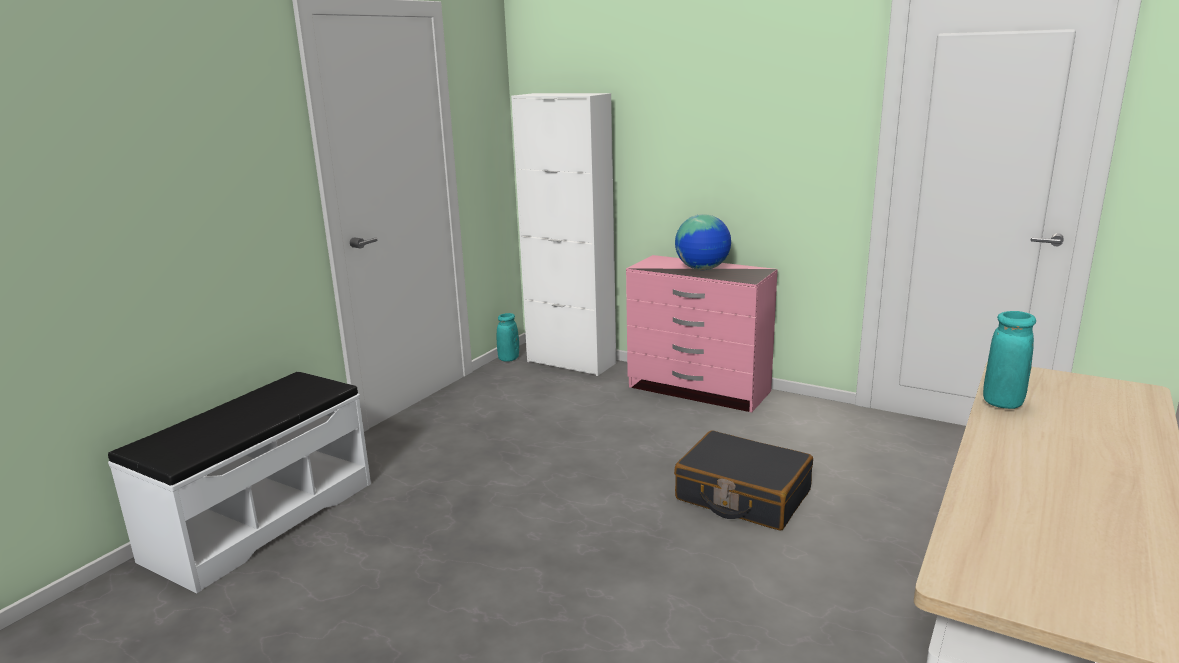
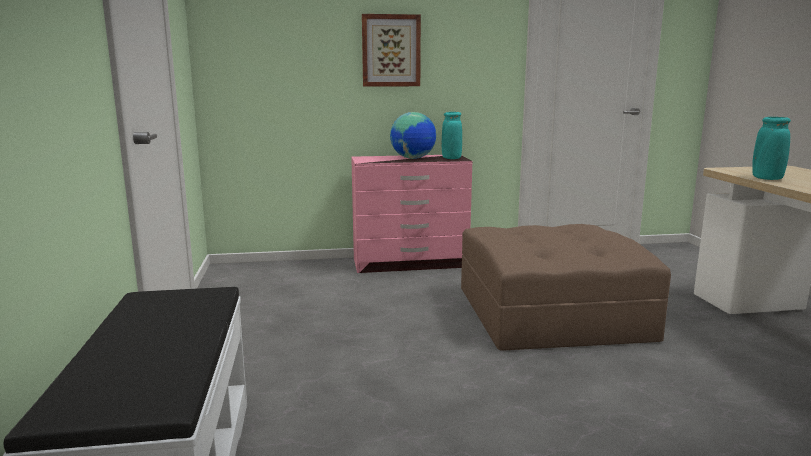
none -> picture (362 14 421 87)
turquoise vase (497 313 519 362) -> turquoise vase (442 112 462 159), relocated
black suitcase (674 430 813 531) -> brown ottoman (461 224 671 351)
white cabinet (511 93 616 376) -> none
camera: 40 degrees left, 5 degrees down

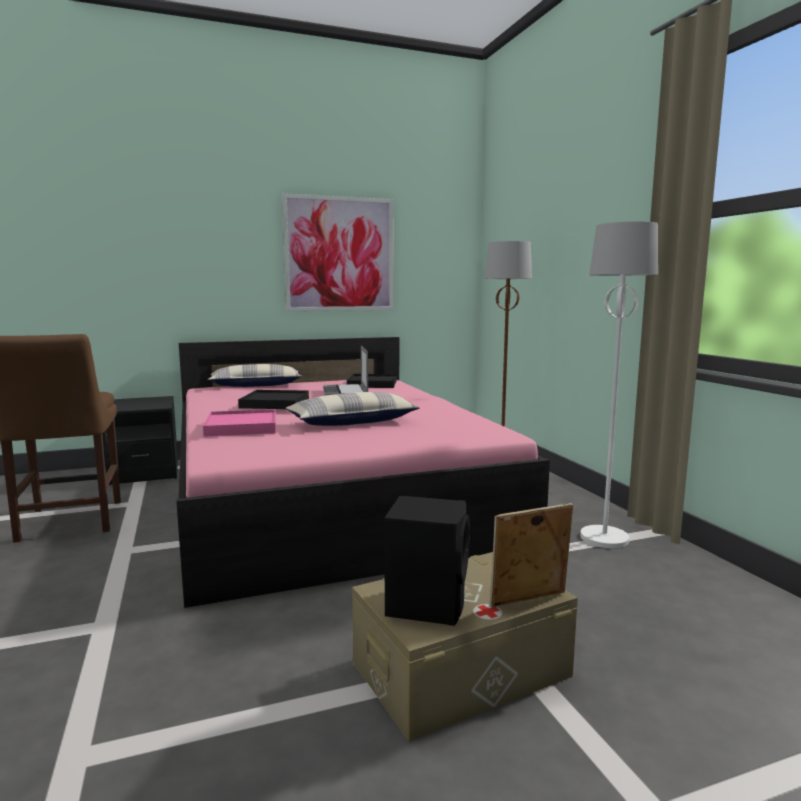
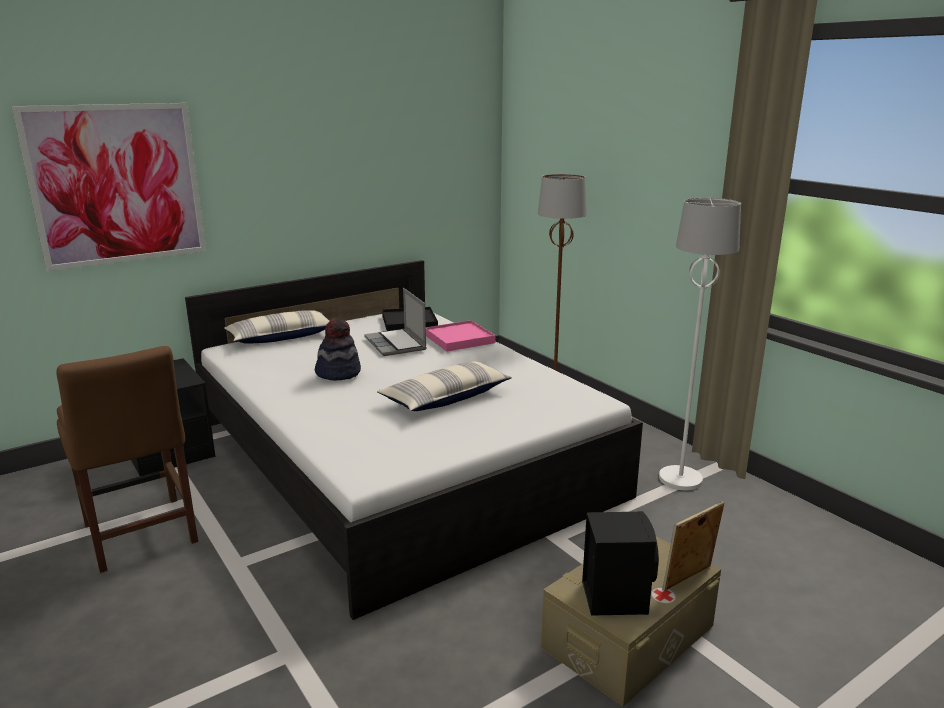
picture (282 193 393 311) -> picture (12 103 206 271), relocated
pink bed (176 337 550 608) -> white bed (185 260 643 620)
black tray (238 390 309 409) -> hat (315 318 361 380)
pink tray (203 409 276 437) -> pink tray (426 320 496 352), relocated
camera: 15 degrees left, 10 degrees up

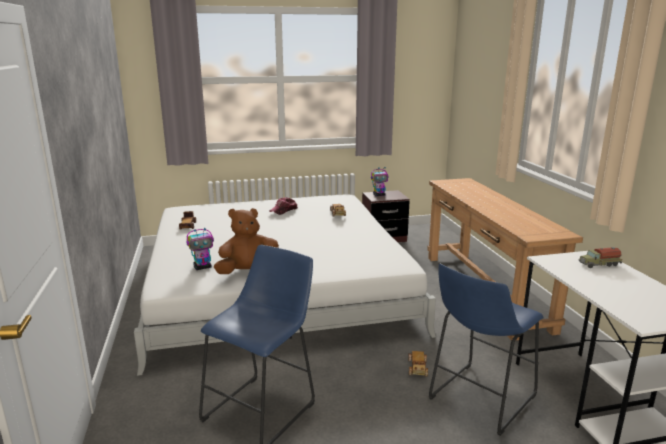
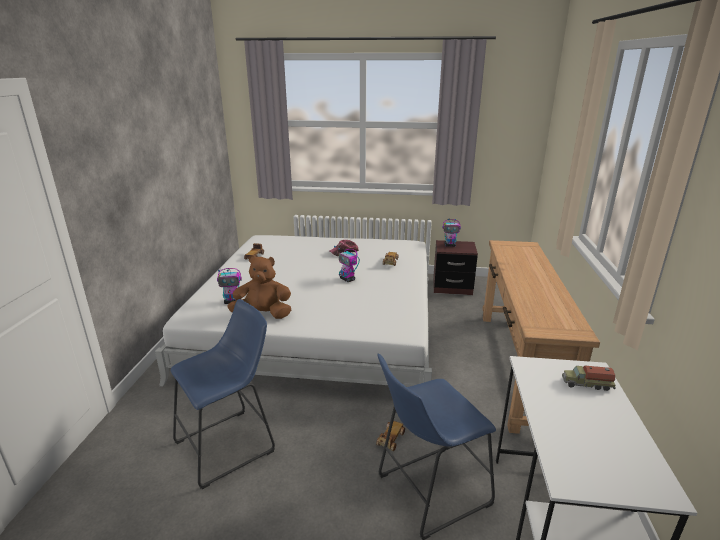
none -> toy robot (334 246 360 282)
camera: 20 degrees right, 5 degrees up

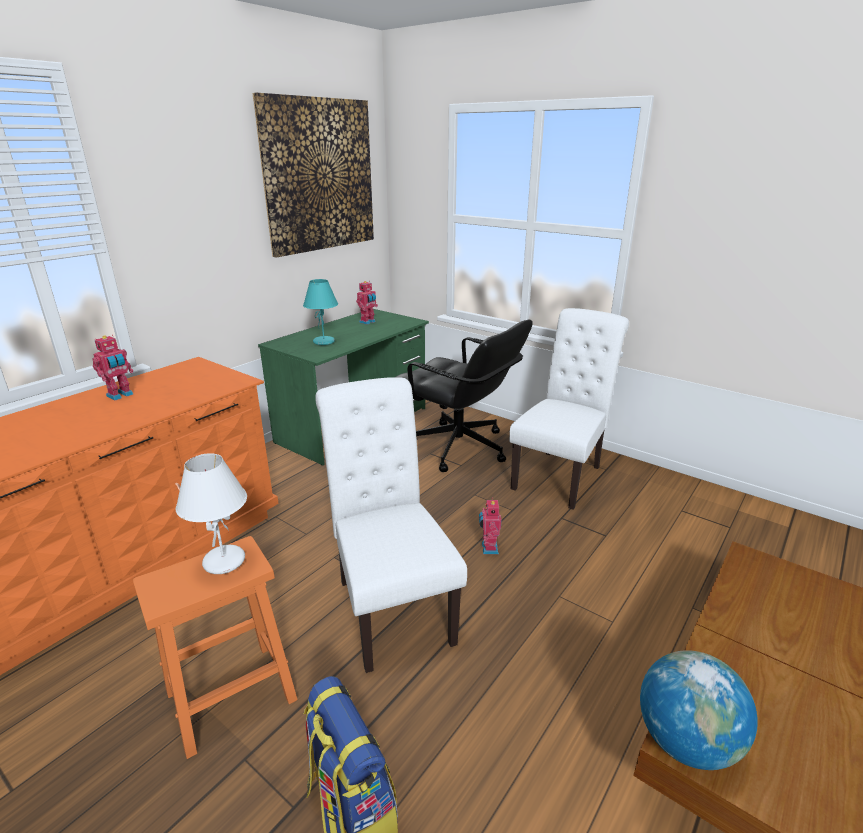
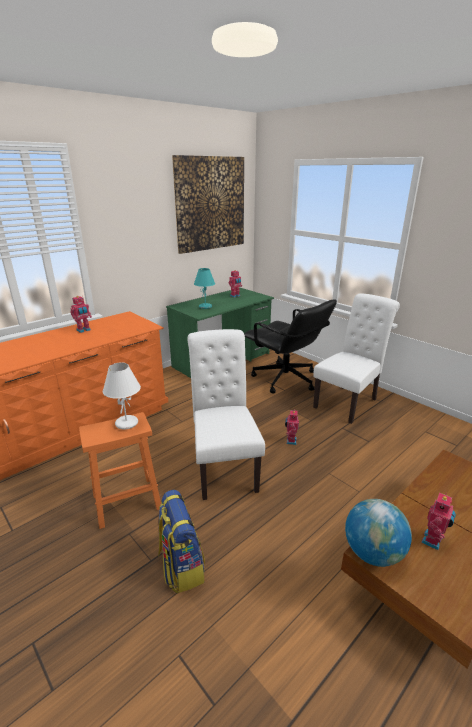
none -> toy robot (421 493 456 550)
camera: 10 degrees right, 0 degrees up

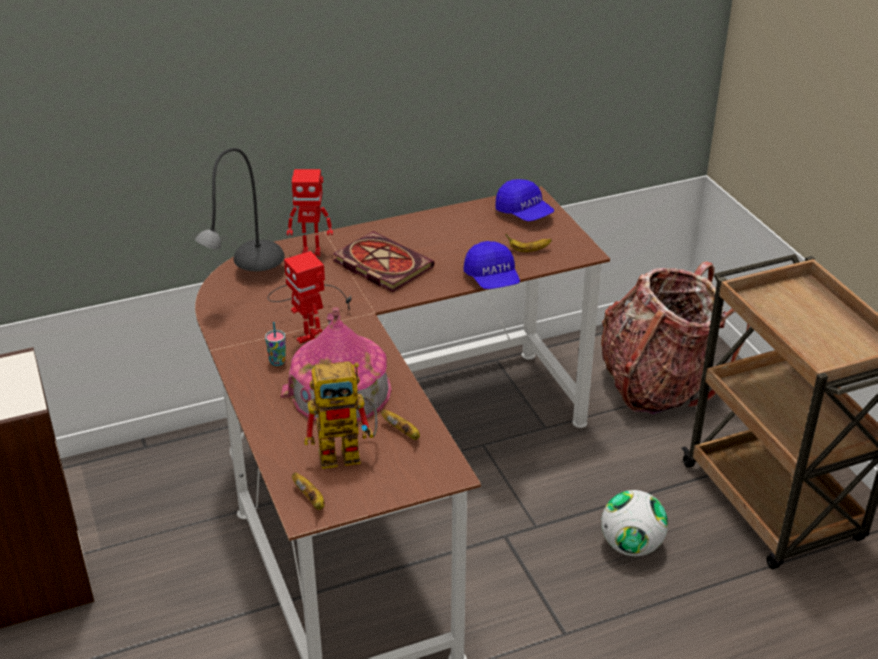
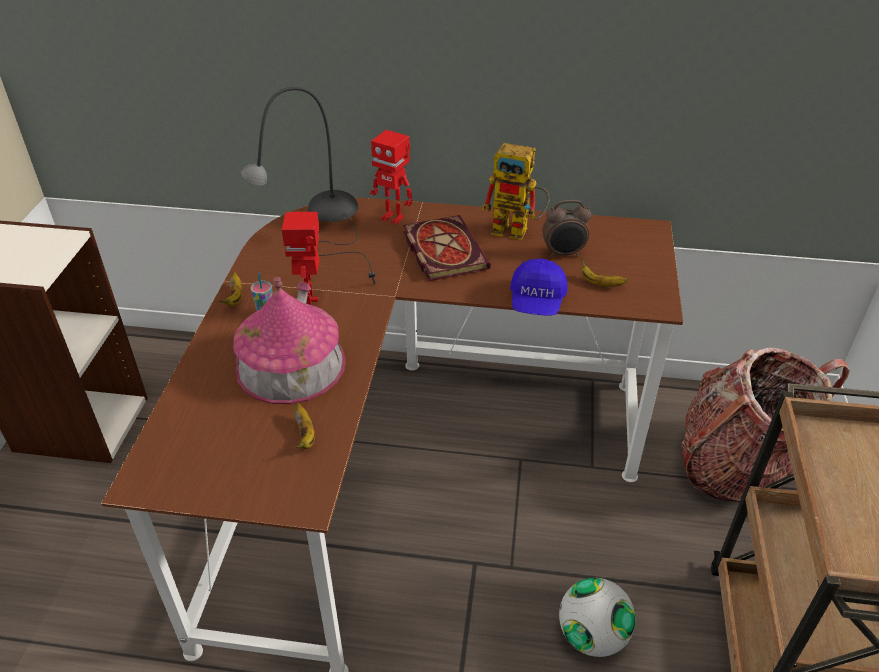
banana (292 473 325 510) -> banana (219 272 242 306), relocated
toy robot (304 361 378 469) -> toy robot (482 143 549 240), relocated
none -> alarm clock (542 200 591 257)
blue cap (495 179 554 221) -> none
camera: 30 degrees right, 5 degrees up

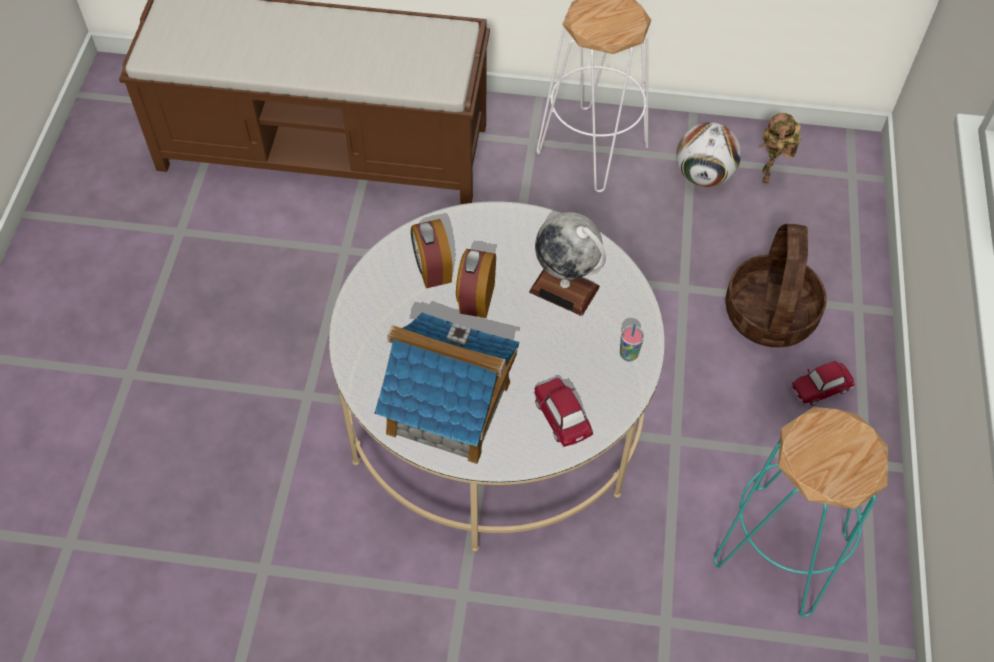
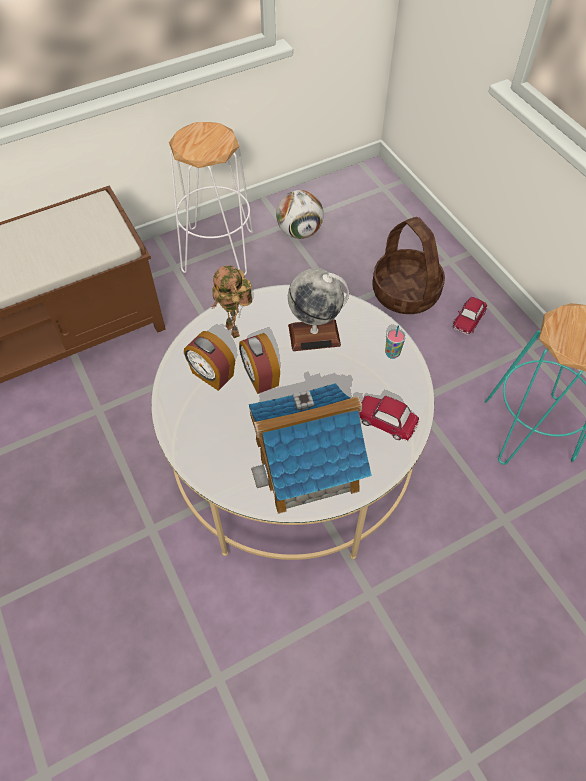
toy robot (758 113 801 184) -> toy robot (212 265 252 338), relocated
camera: 35 degrees left, 0 degrees up

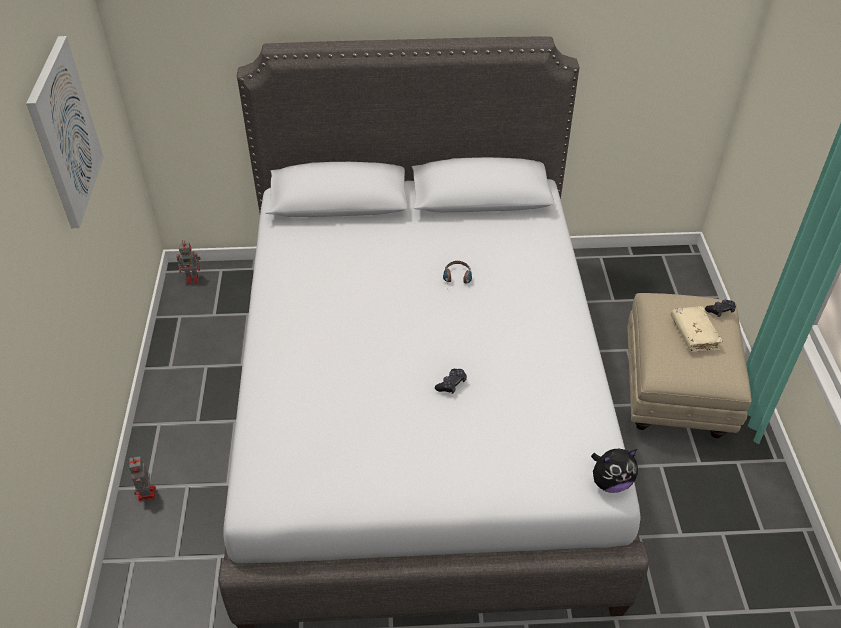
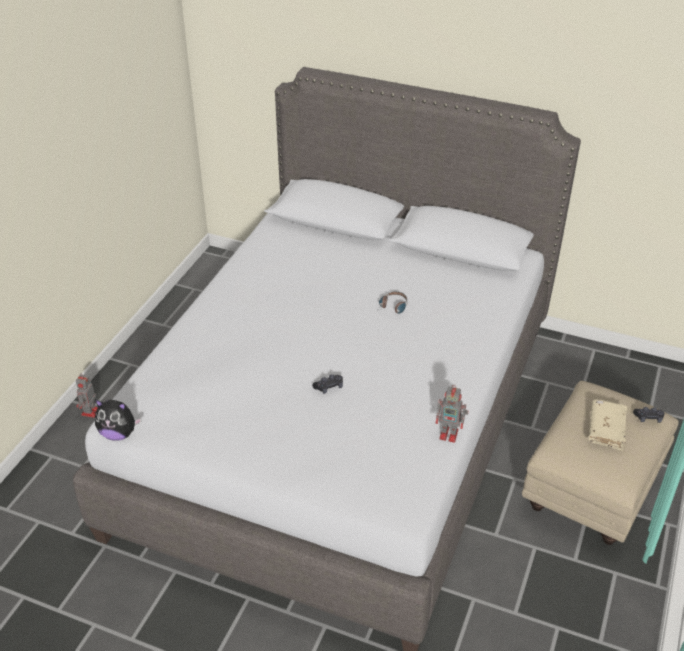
plush toy (591 449 638 493) -> plush toy (95 399 141 441), relocated
toy robot (176 240 201 284) -> toy robot (436 386 468 443), relocated
picture (26 36 104 228) -> none
camera: 25 degrees right, 5 degrees down

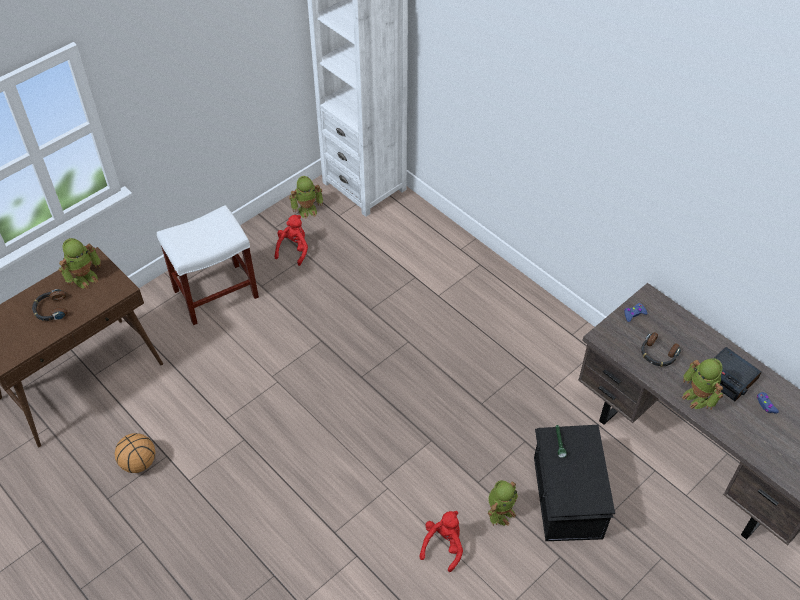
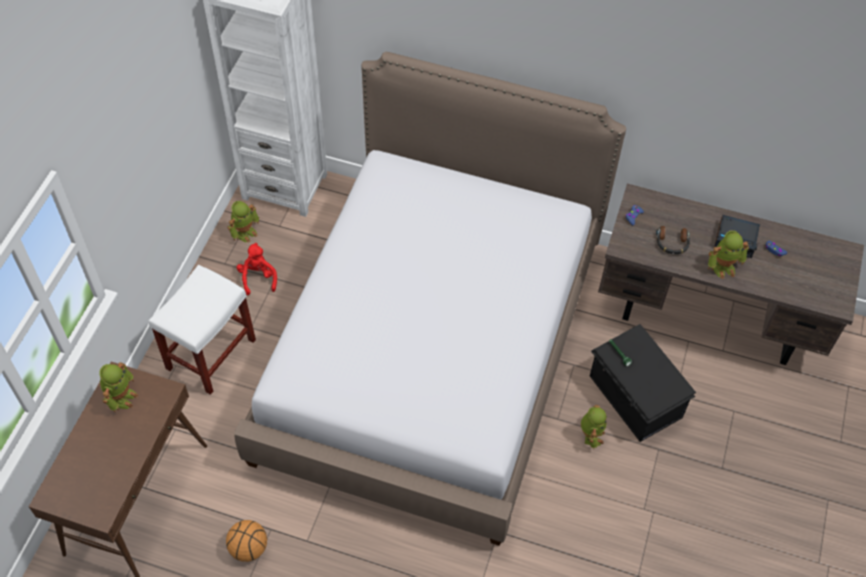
none -> bed (234 52 626 546)
toy robot (682 358 723 410) -> toy robot (708 230 749 279), 45 degrees counterclockwise
headphones (32 289 68 321) -> none
red plush toy (420 511 463 572) -> none
camera: 30 degrees left, 5 degrees up

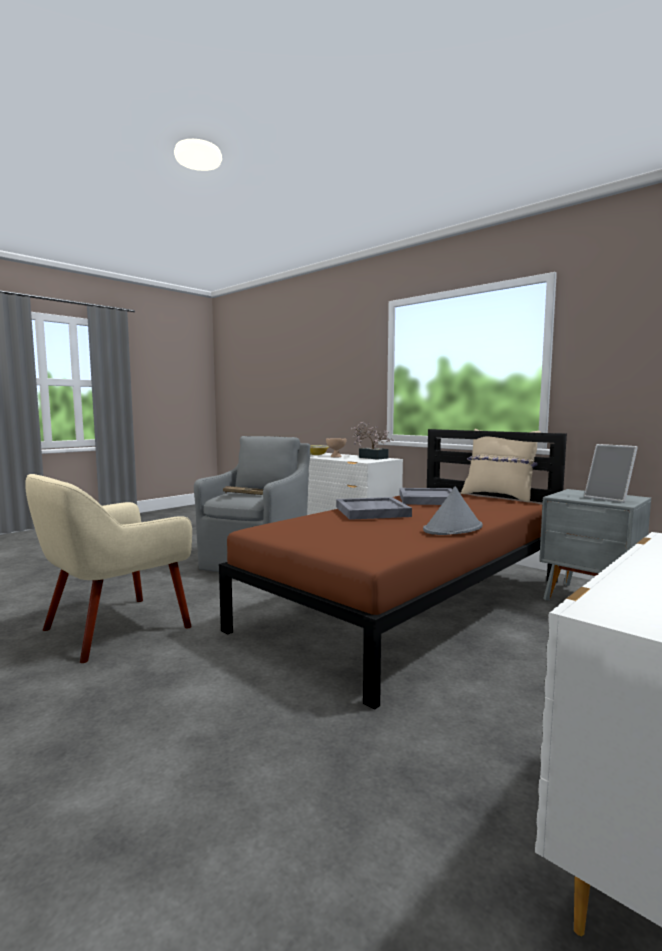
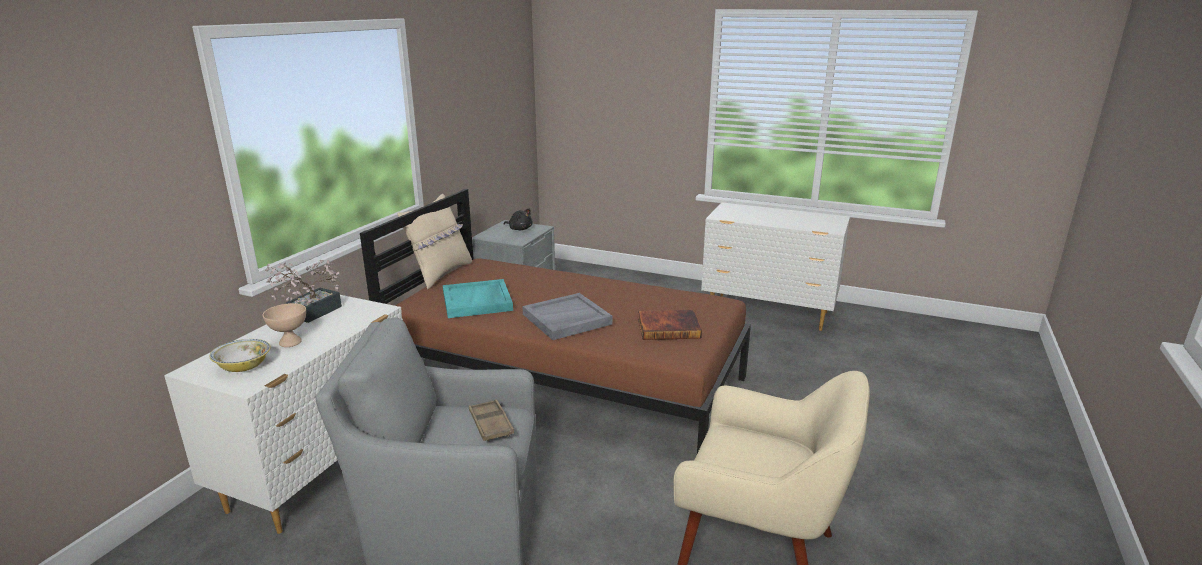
grey tray (400 488 452 505) -> turquoise tray (443 279 513 318)
picture frame (584 444 638 503) -> black plush toy (504 208 533 230)
none -> book (638 310 702 340)
grey hat (423 487 483 535) -> none
camera: 110 degrees left, 15 degrees up

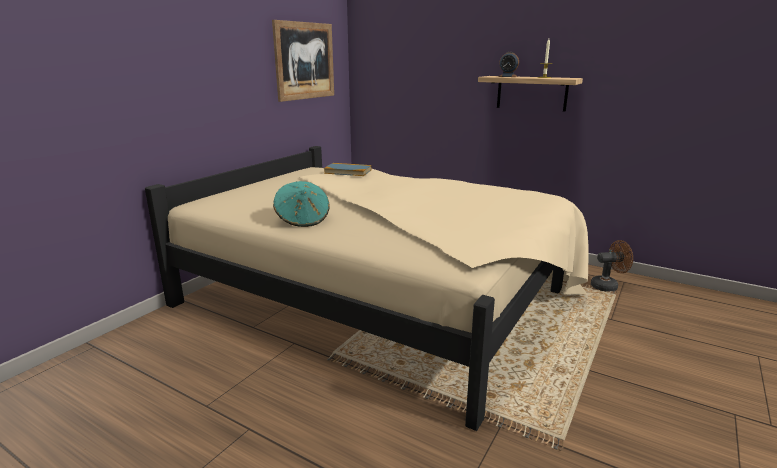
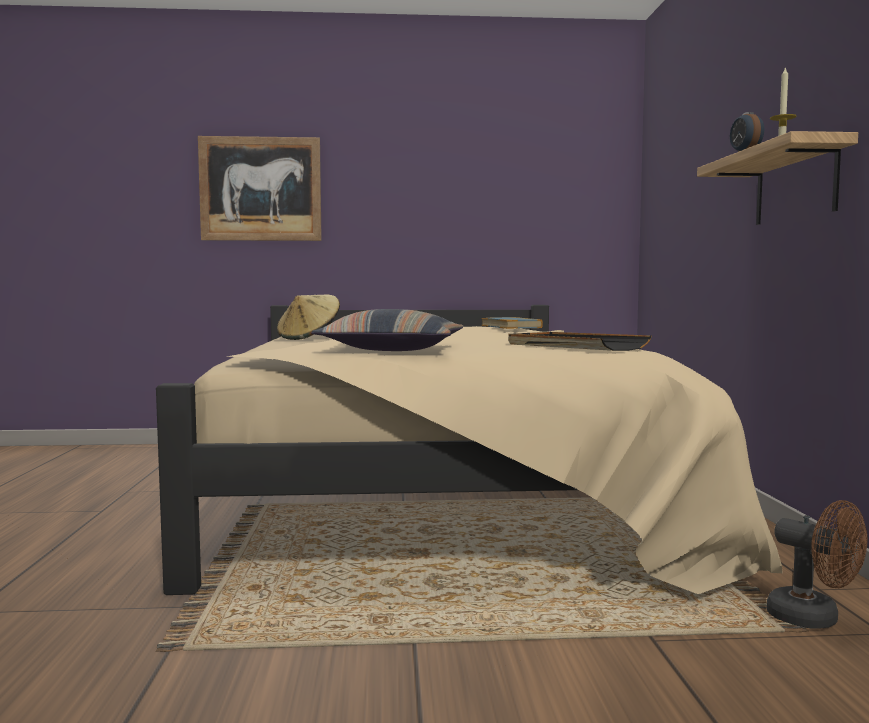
picture (272 20 334 102) -> picture (198 136 322 241), relocated
turquoise hat (273 181 330 227) -> beige hat (277 295 340 340)
none -> pillow (311 309 463 351)
none -> black tray (508 332 651 351)
camera: 55 degrees right, 15 degrees down

